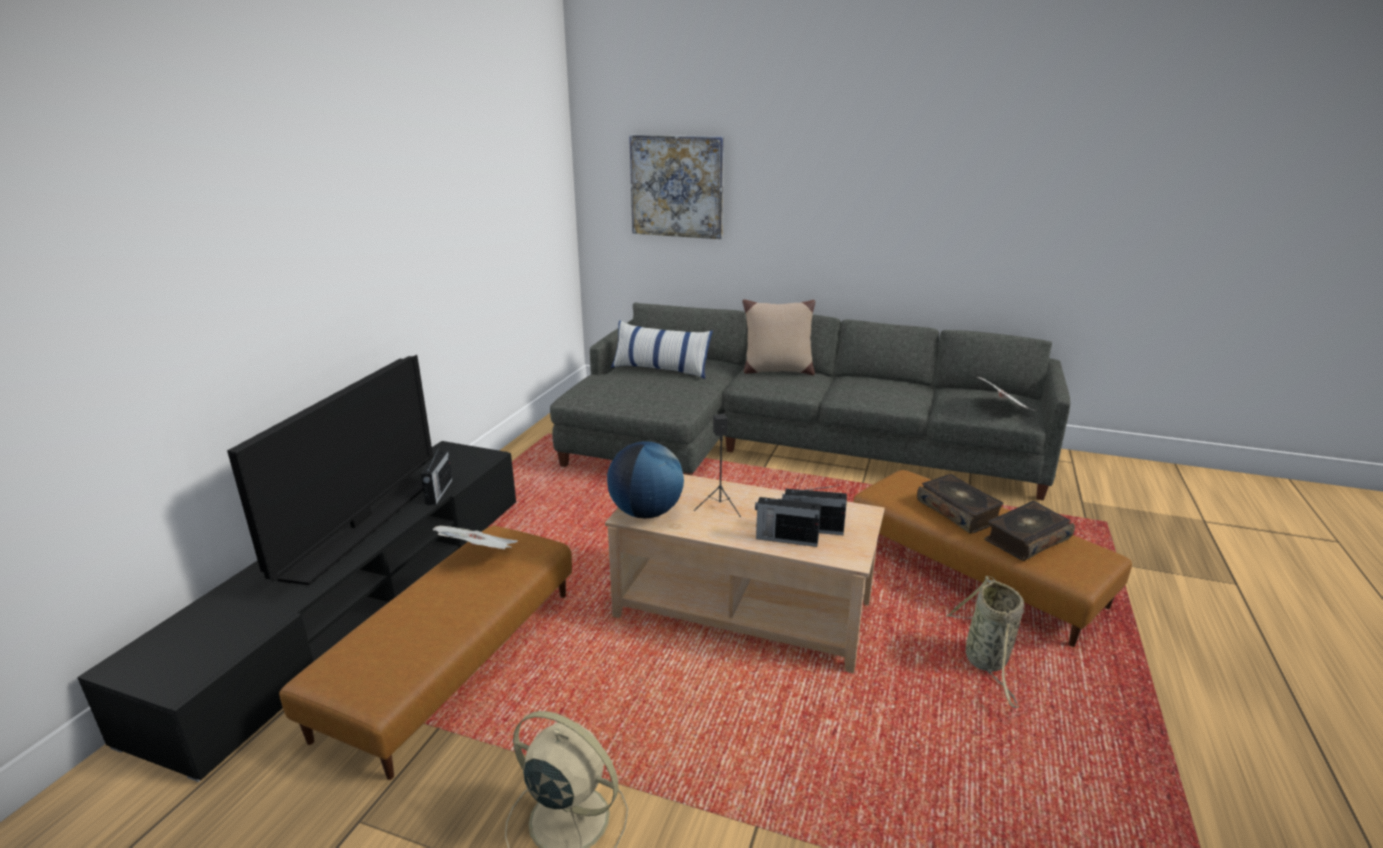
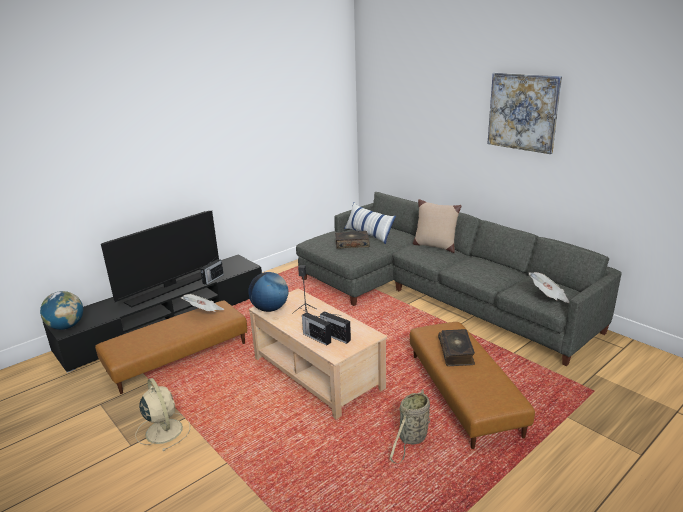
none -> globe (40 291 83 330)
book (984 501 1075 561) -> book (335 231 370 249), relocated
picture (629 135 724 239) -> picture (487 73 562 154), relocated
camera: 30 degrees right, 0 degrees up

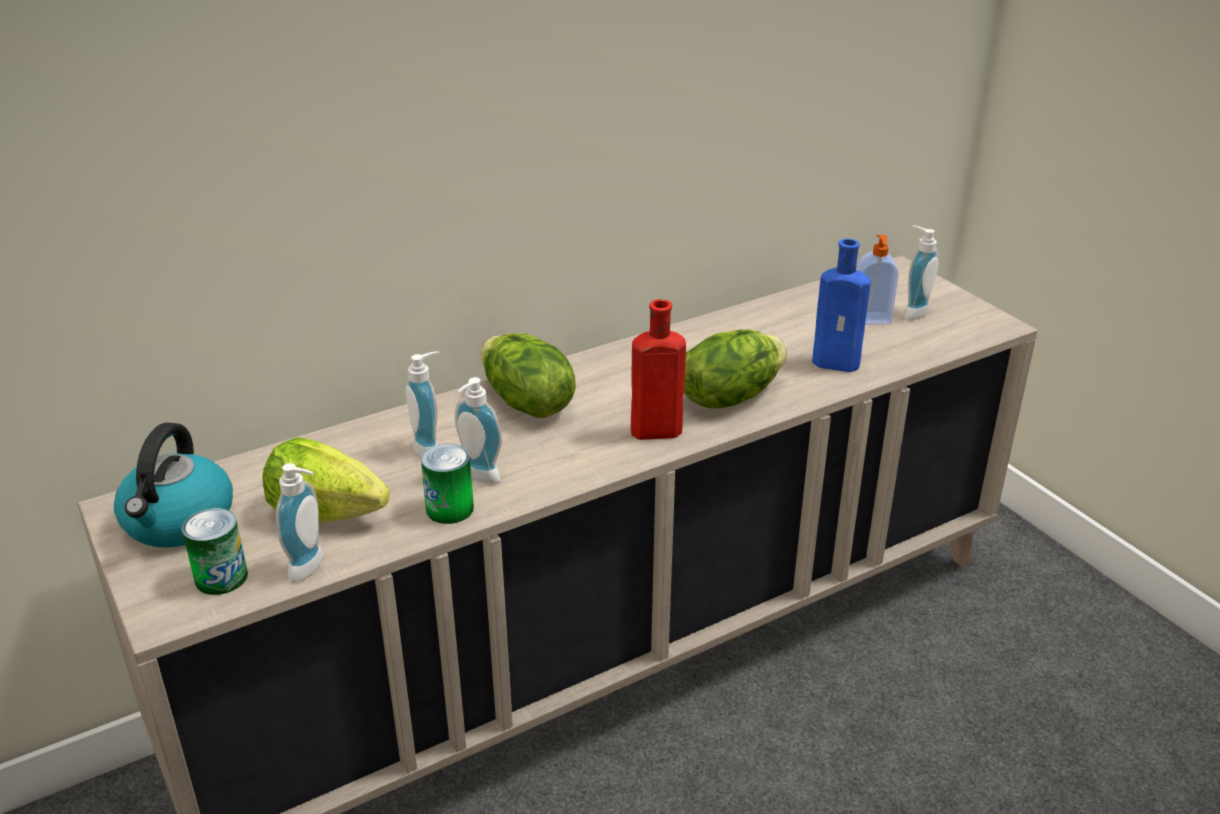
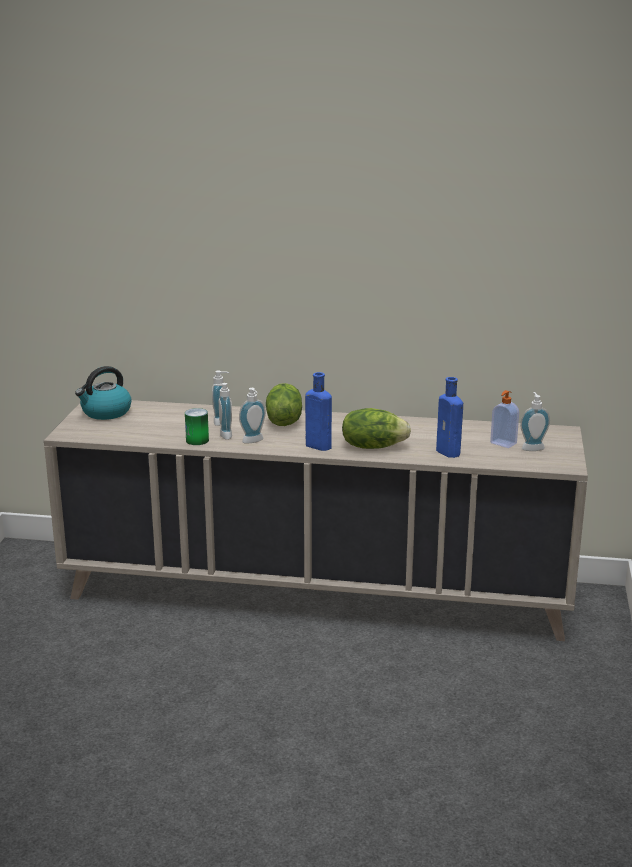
soap dispenser (276 463 324 582) -> soap dispenser (239 388 266 444), relocated
red bottle (631 299 686 440) -> blue bottle (305 372 332 451)
can (182 508 248 595) -> none
lettuce (262 437 390 522) -> none
camera: 40 degrees right, 10 degrees down

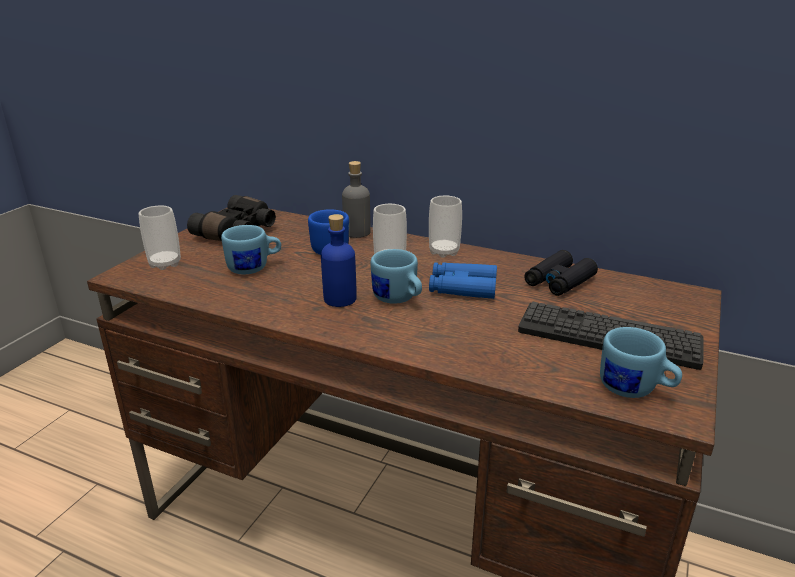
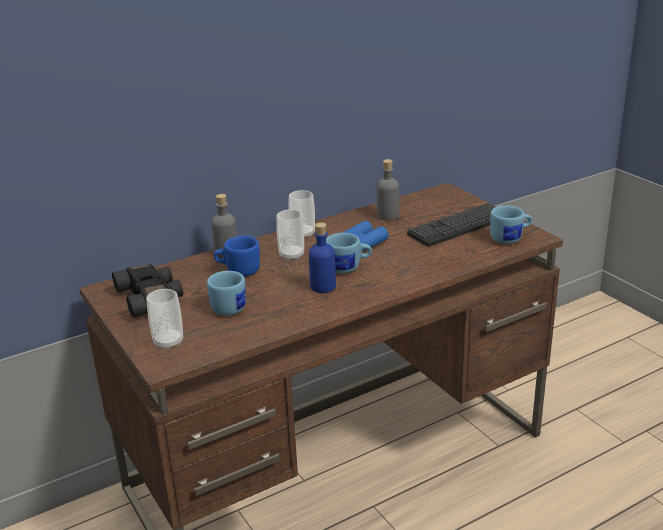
black binoculars (524 250 598 296) -> grey bottle (377 159 399 221)
camera: 55 degrees left, 0 degrees up

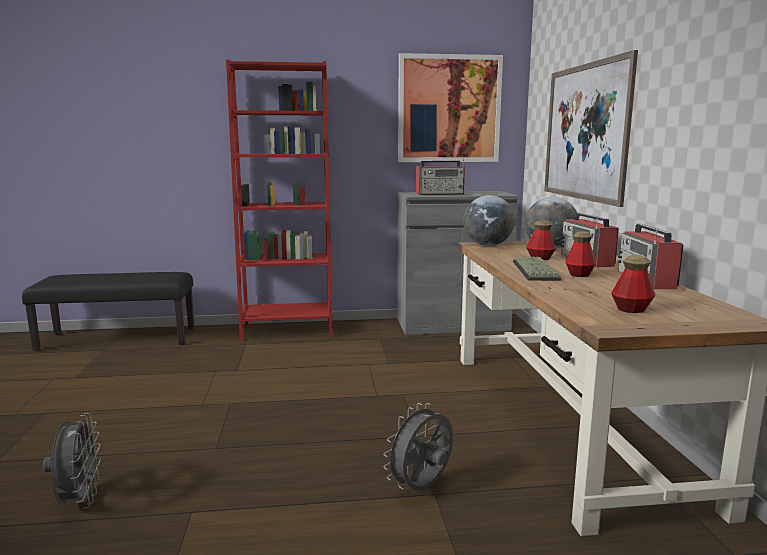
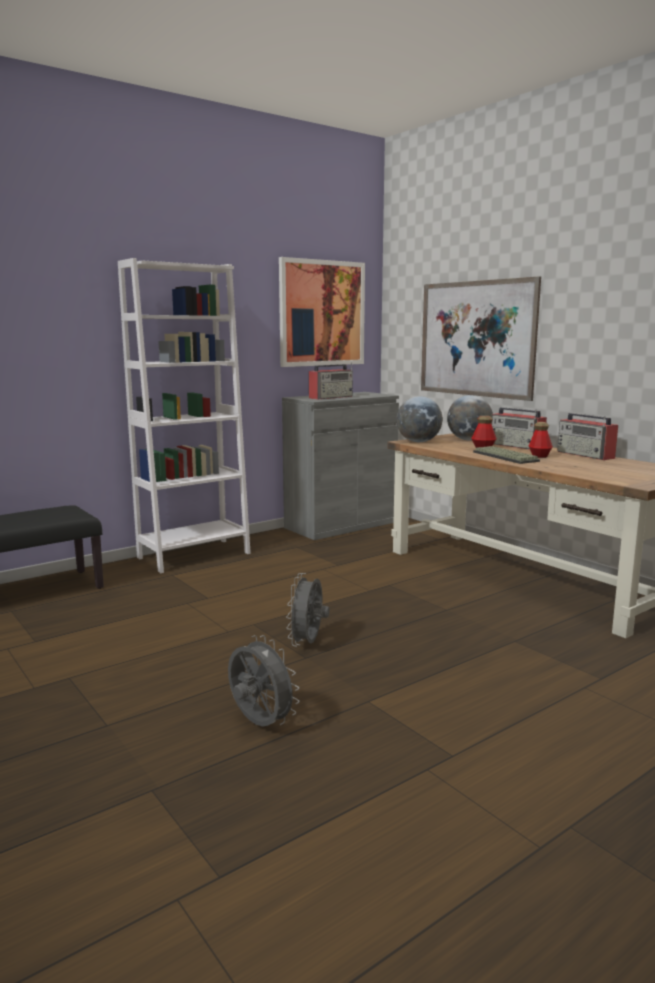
red bookcase (226 60 333 341) -> white bookcase (118 258 251 573)
grey fan (384 403 453 491) -> grey fan (286 573 330 647), relocated
bottle (611 255 656 313) -> none
camera: 30 degrees left, 0 degrees up

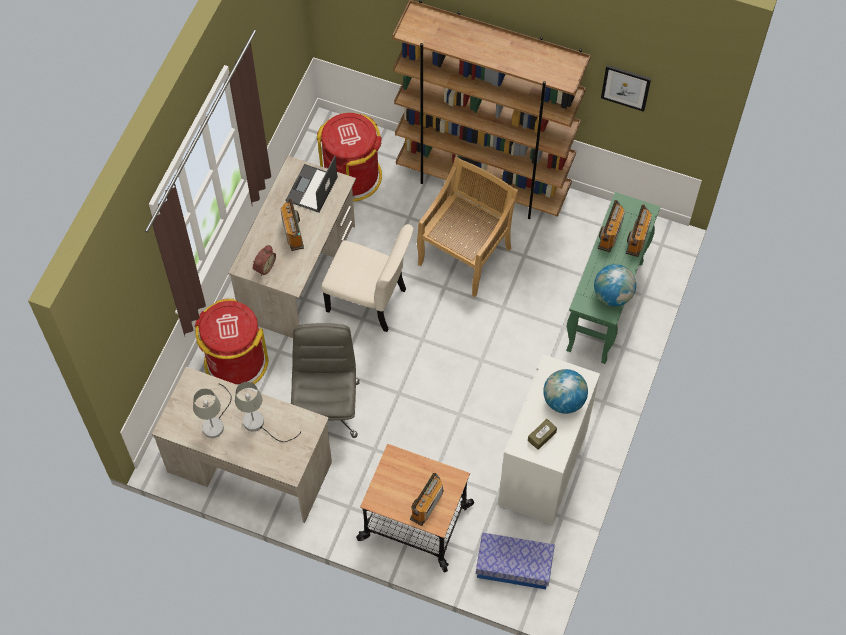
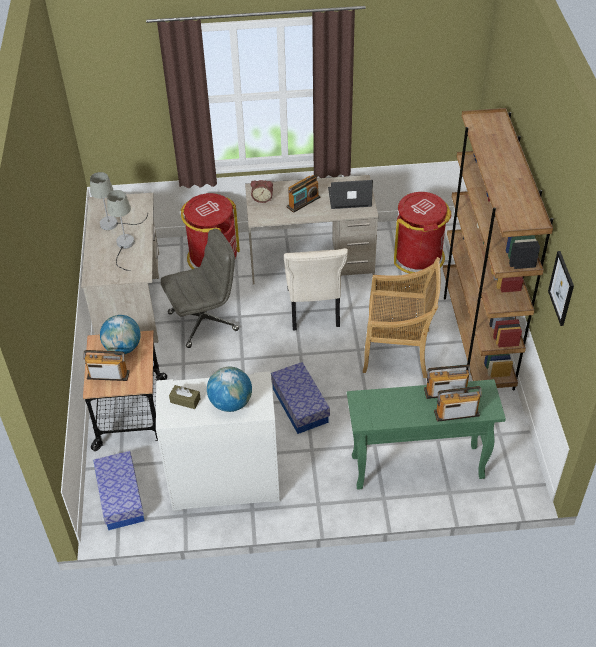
globe (594 264 636 306) -> globe (100 315 141 355), relocated
none -> storage box (271 362 330 434)
camera: 65 degrees right, 15 degrees down

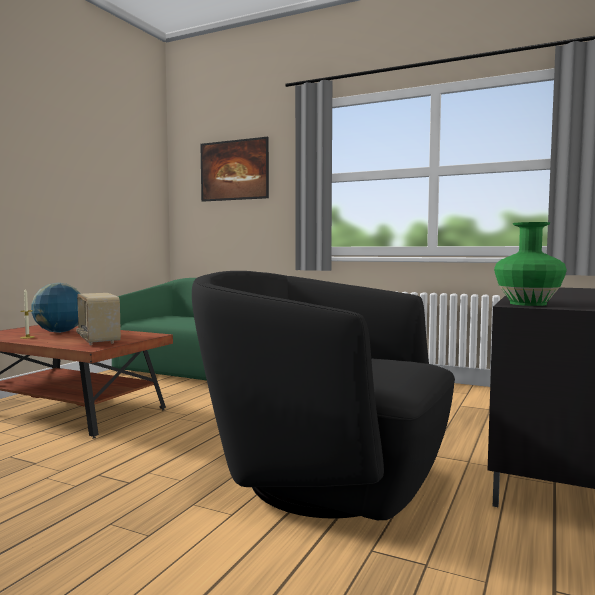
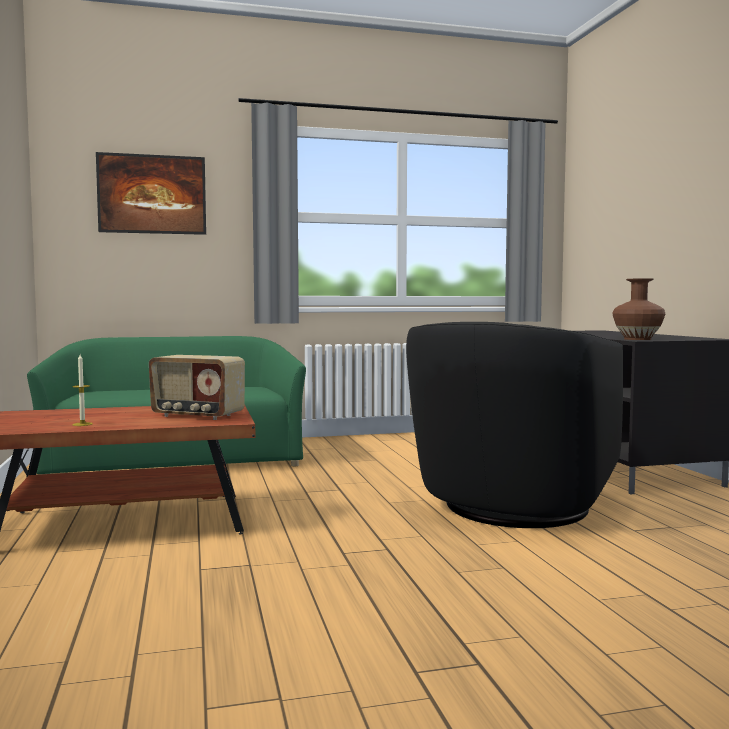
black armchair (192 271 455 520) -> black armchair (406 322 623 528), 45 degrees counterclockwise
green vase (494 222 567 306) -> brown vase (612 278 665 340)
globe (31 283 81 333) -> none
camera: 40 degrees left, 0 degrees up

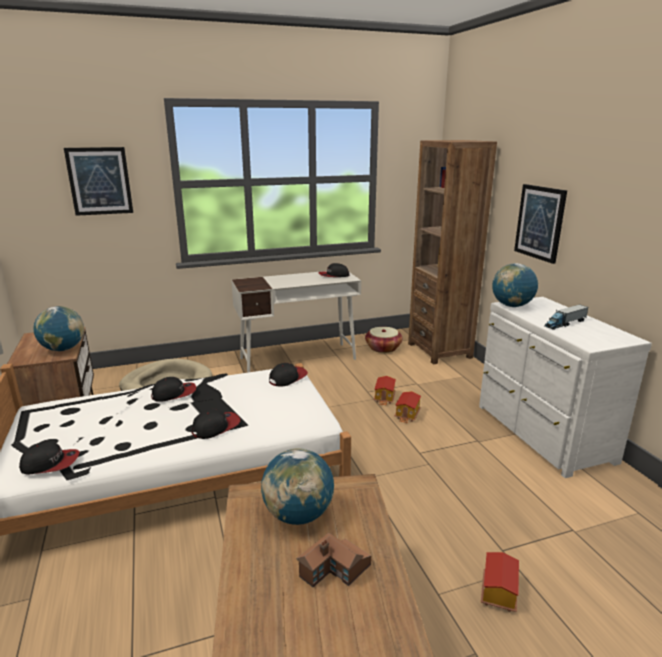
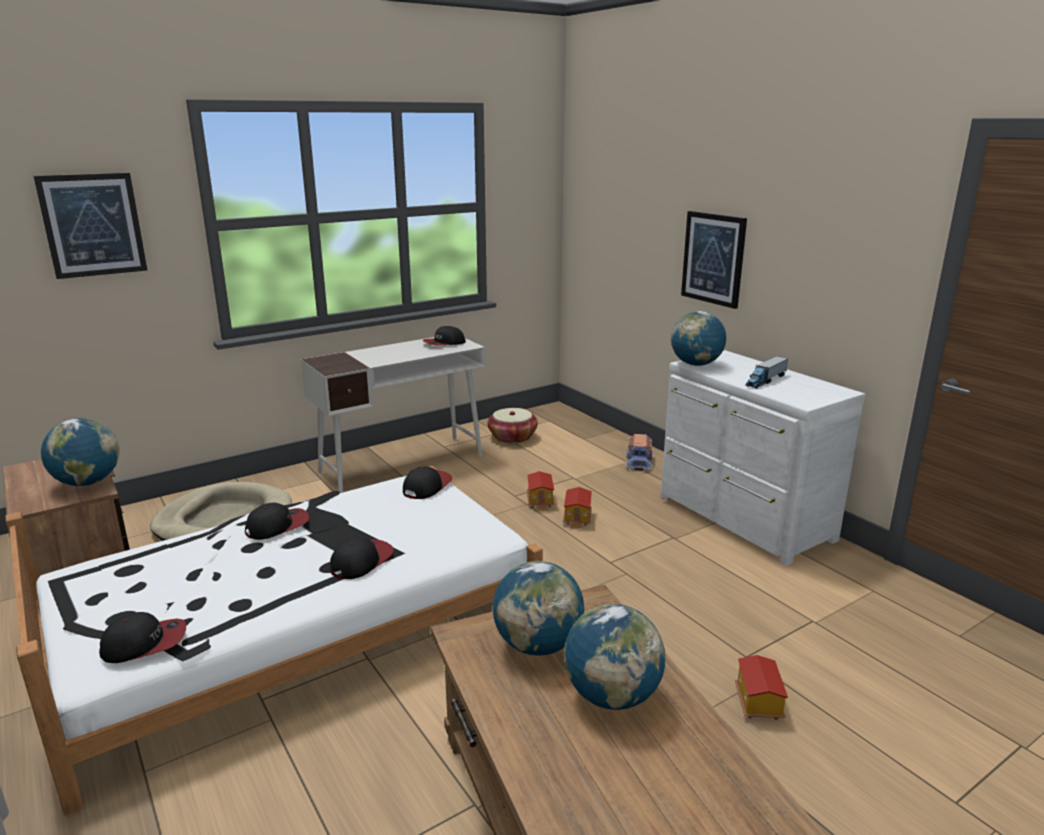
toy house (297 532 371 587) -> globe (564 604 665 710)
none -> toy truck (626 434 652 472)
brown bookcase (408 140 497 364) -> none
camera: 15 degrees left, 0 degrees up

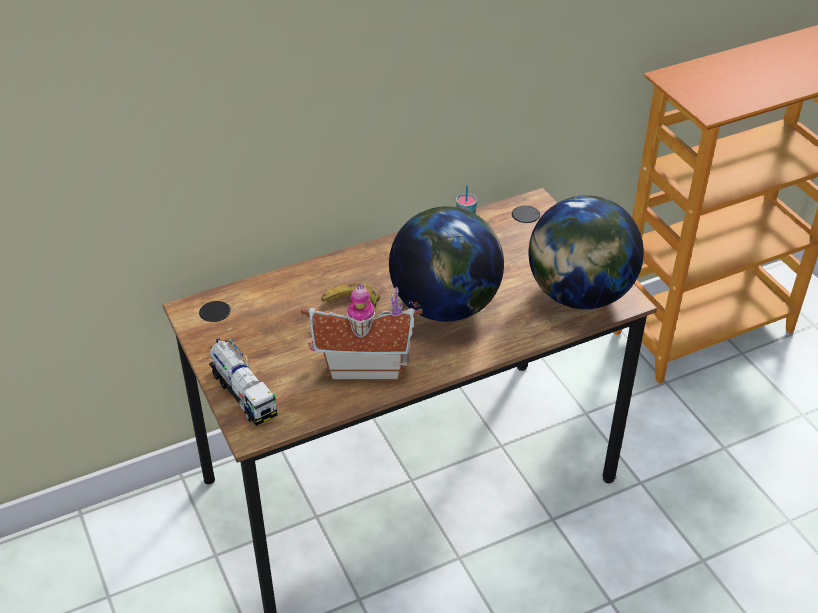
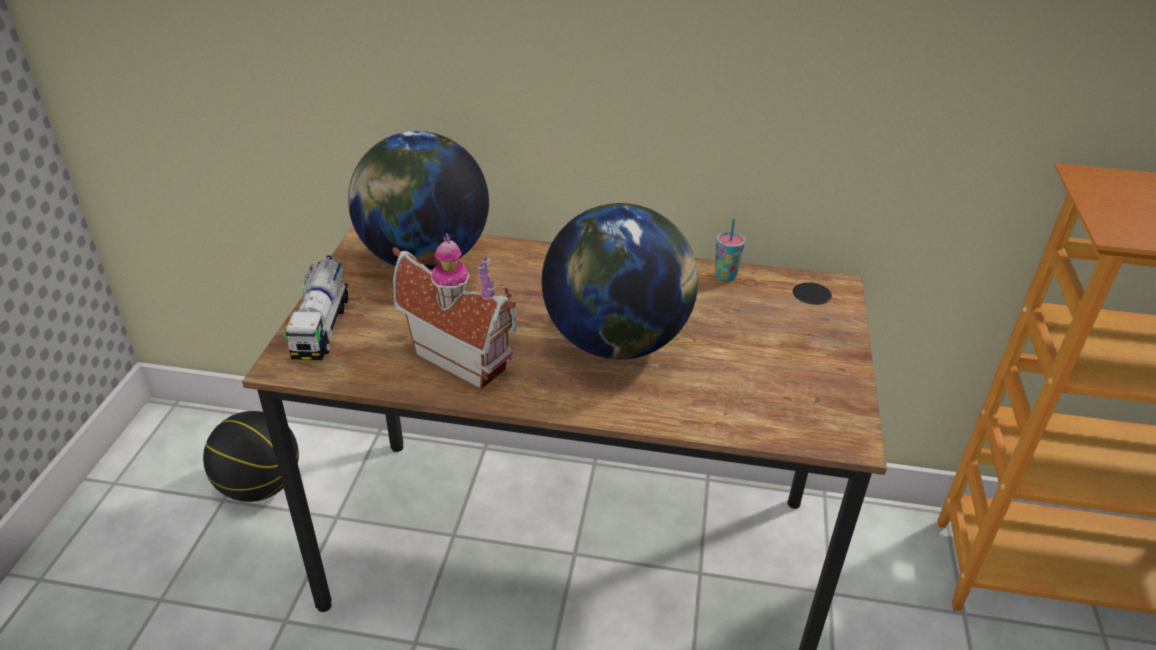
none -> basketball (203 411 299 502)
globe (529 195 644 309) -> globe (348 131 489 270), relocated
banana (321 282 380 307) -> none
camera: 35 degrees right, 5 degrees down

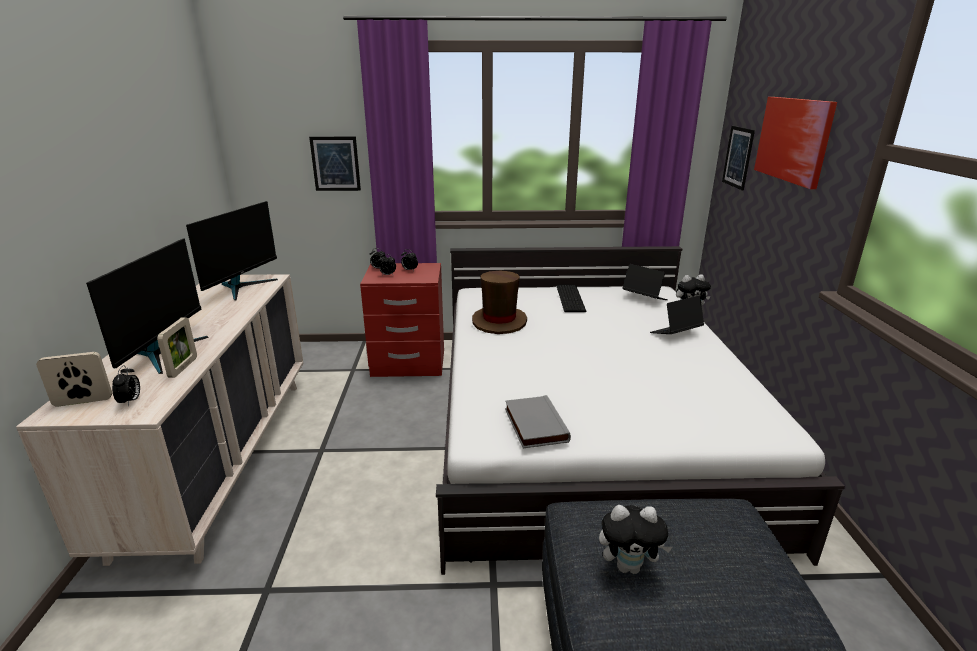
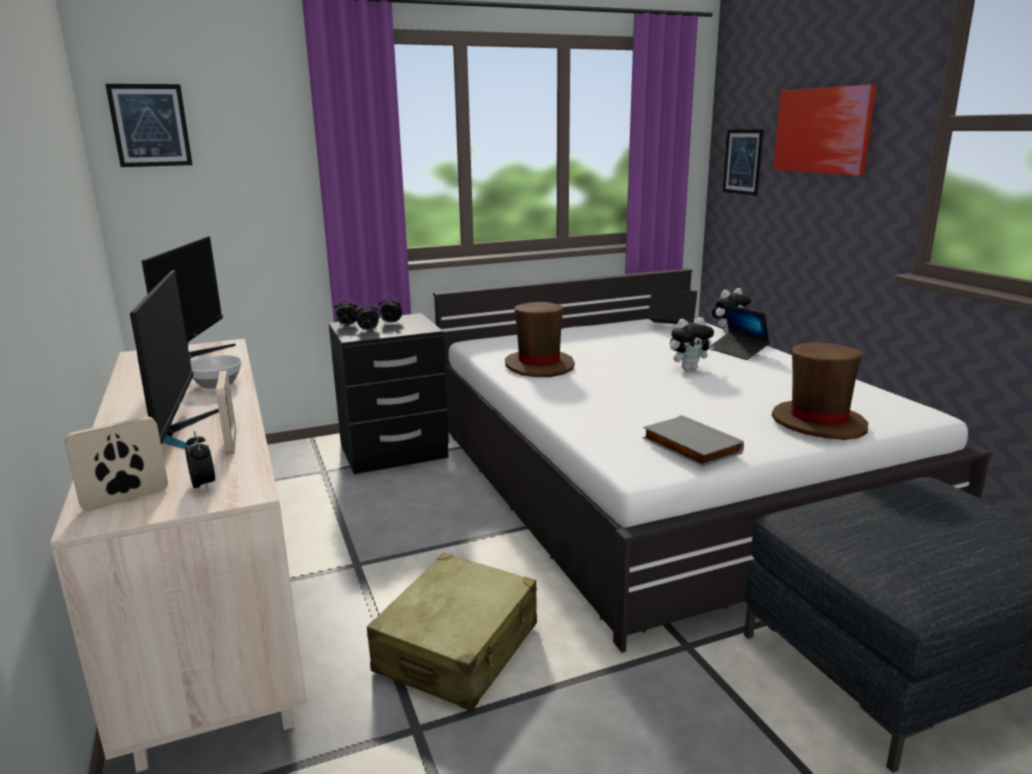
picture (309 137 361 191) -> picture (105 84 193 167), relocated
none -> bowl (190 355 242 389)
red nightstand (360 263 444 377) -> black nightstand (329 313 449 474)
none -> beige suitcase (367 553 537 711)
plush toy (599 505 672 574) -> plush toy (670 317 714 370), relocated
laptop (650 295 704 334) -> laptop (709 304 770 360), 75 degrees counterclockwise
none -> brown hat (772 343 868 440)
keyboard (556 285 587 312) -> none
camera: 20 degrees left, 5 degrees down

